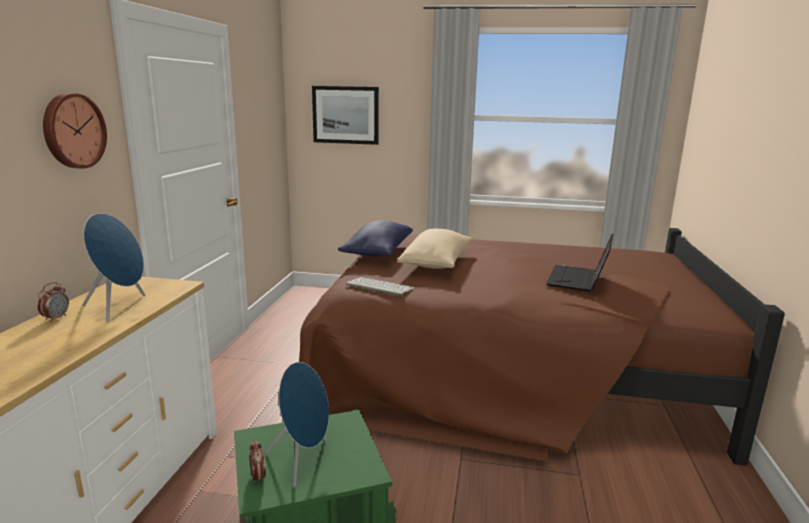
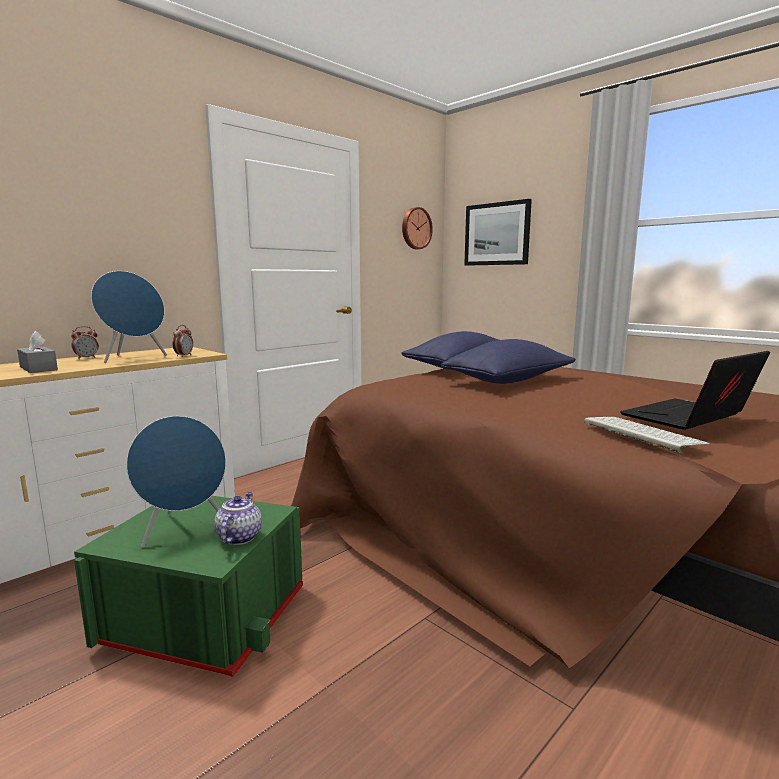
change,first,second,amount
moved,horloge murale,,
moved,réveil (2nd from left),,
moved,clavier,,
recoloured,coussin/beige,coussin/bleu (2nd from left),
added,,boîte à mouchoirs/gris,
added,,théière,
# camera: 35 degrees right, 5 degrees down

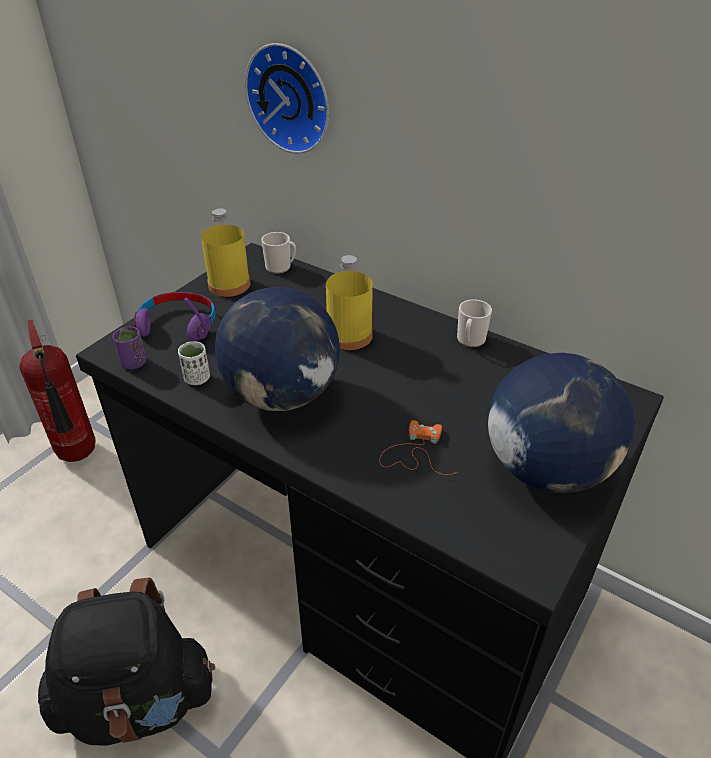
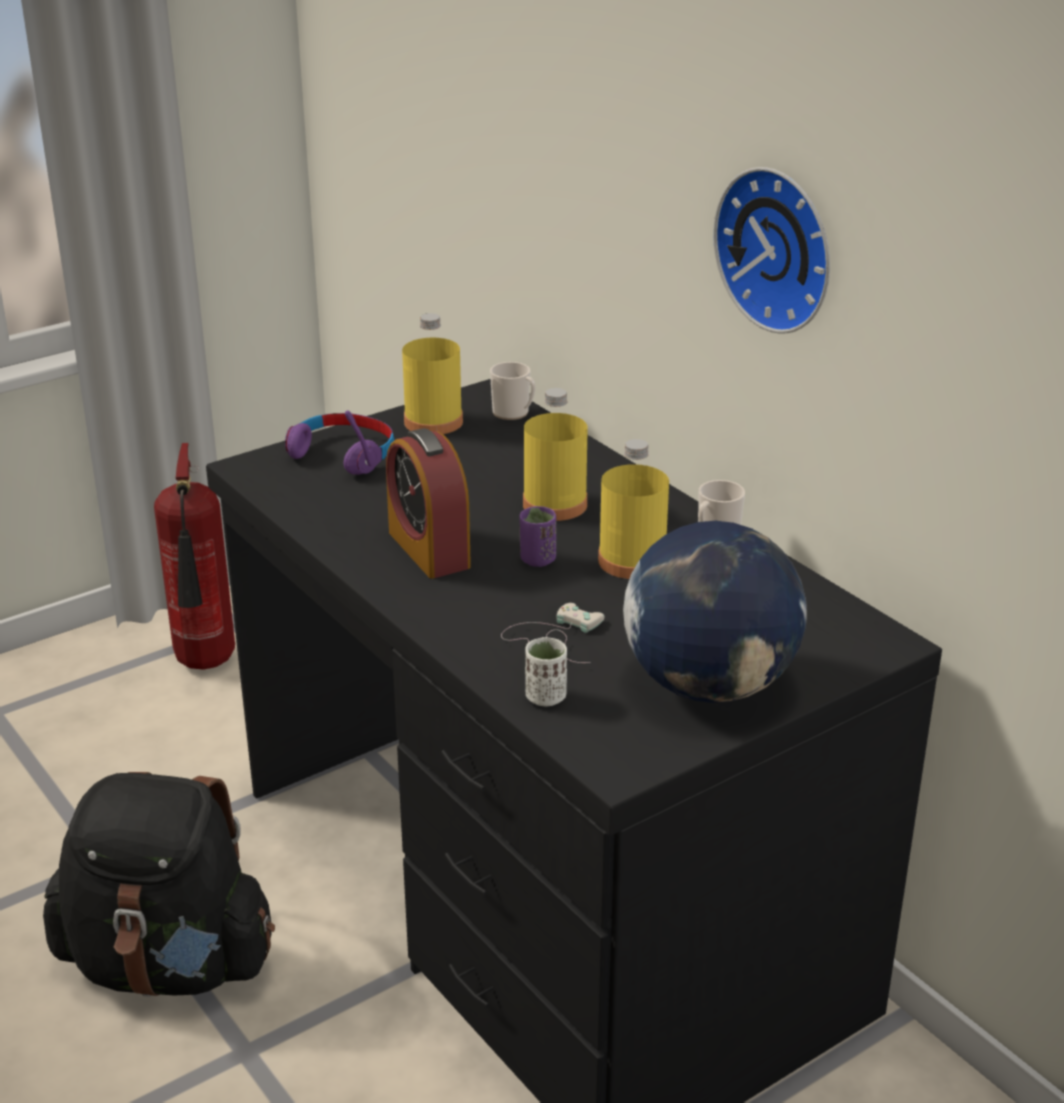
change,first,second,amount
moved,tasse/violet,,
moved,tasse/blanc,,
replaced,globe (1st from left),réveil,
moved,horloge murale,,
recoloured,manette/orange,manette/blanc,
added,,bouteille/jaune (3rd from left),
# camera: 20 degrees right, 10 degrees down

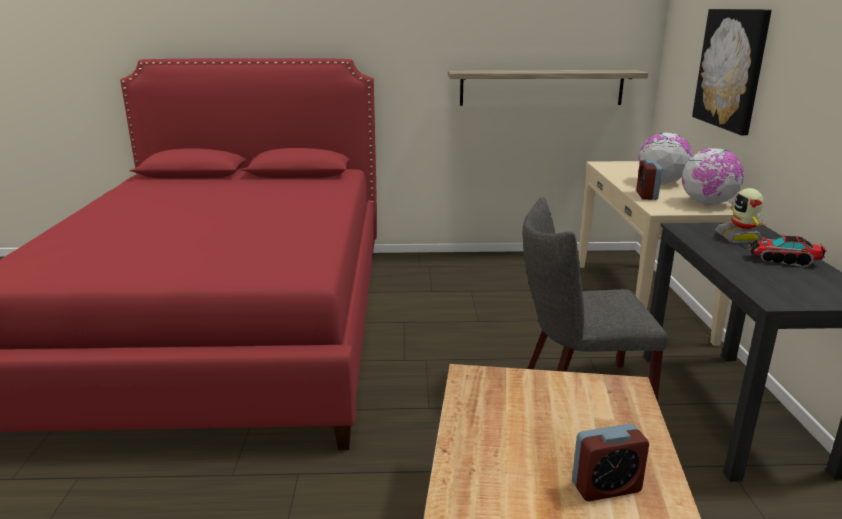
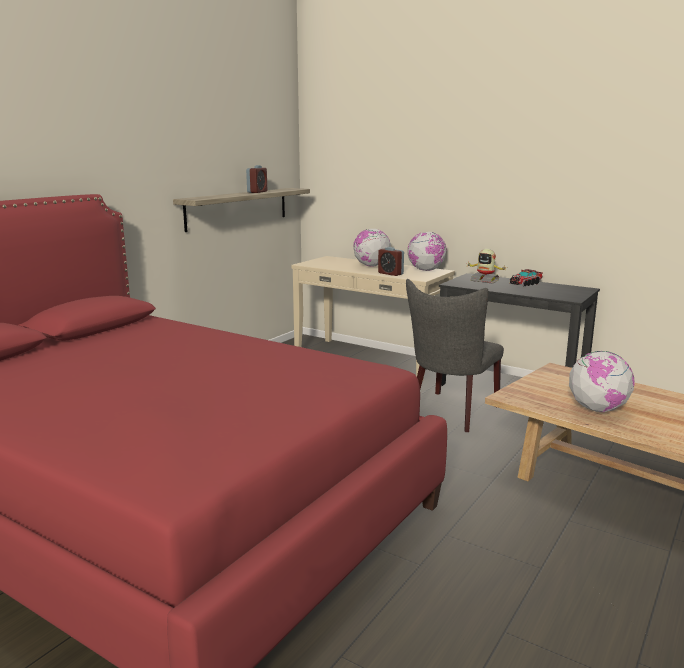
change,first,second,amount
moved,réveil (1st from left),,
removed,tableau,,
added,,globe (3rd from left),
# camera: 55 degrees left, 5 degrees down

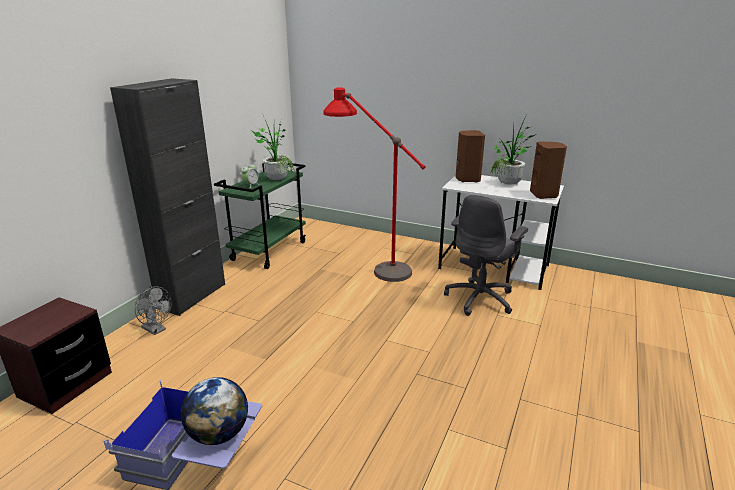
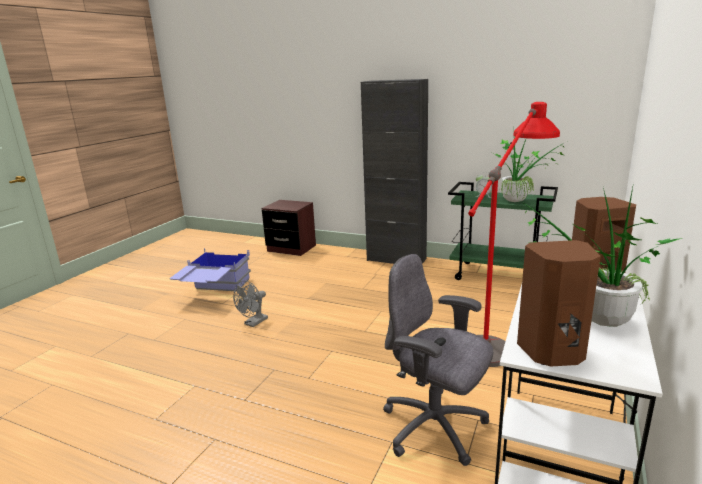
change,first,second,amount
moved,ventilateur/gris,,
removed,globe,,
# camera: 90 degrees right, 5 degrees down

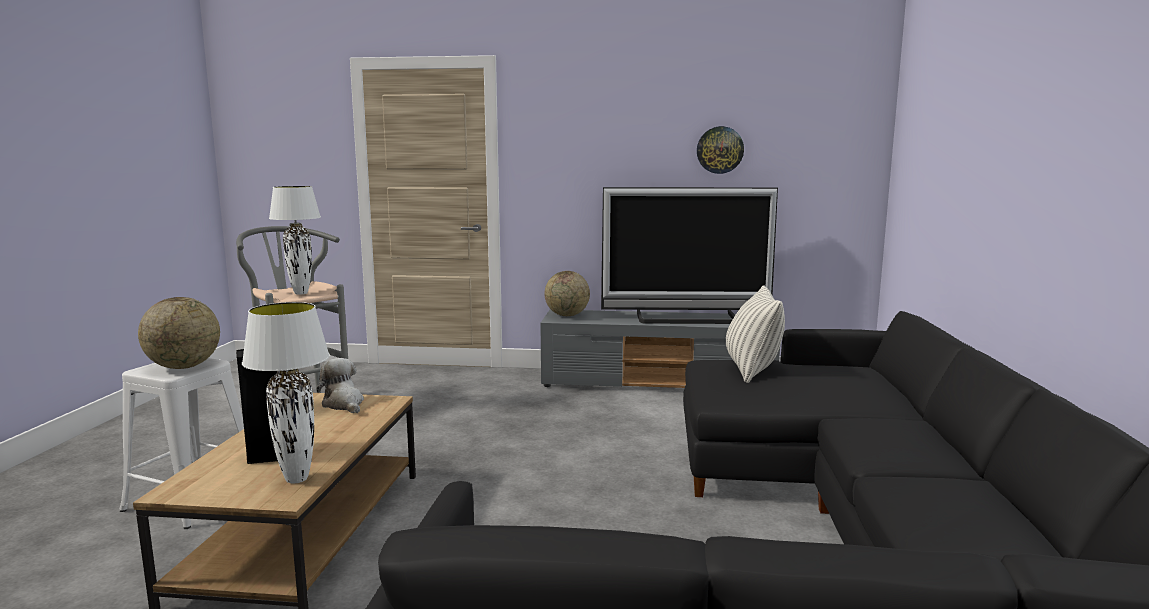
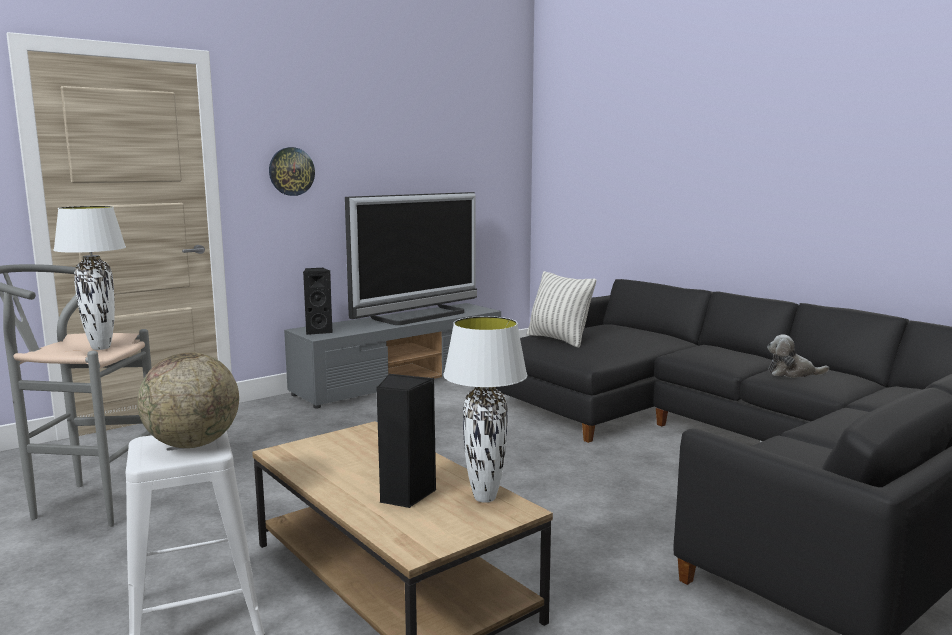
change,first,second,amount
moved,peluche,,
replaced,globe (2nd from left),enceinte/noir (1st from left),
moved,horloge murale,,
# camera: 45 degrees left, 0 degrees up

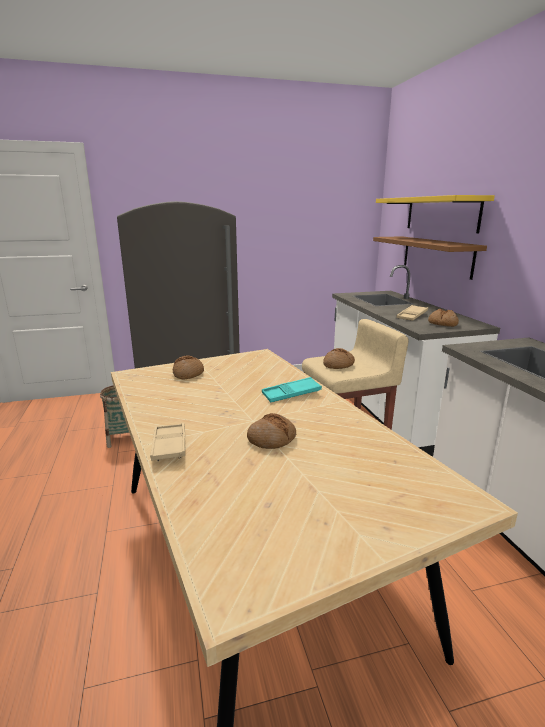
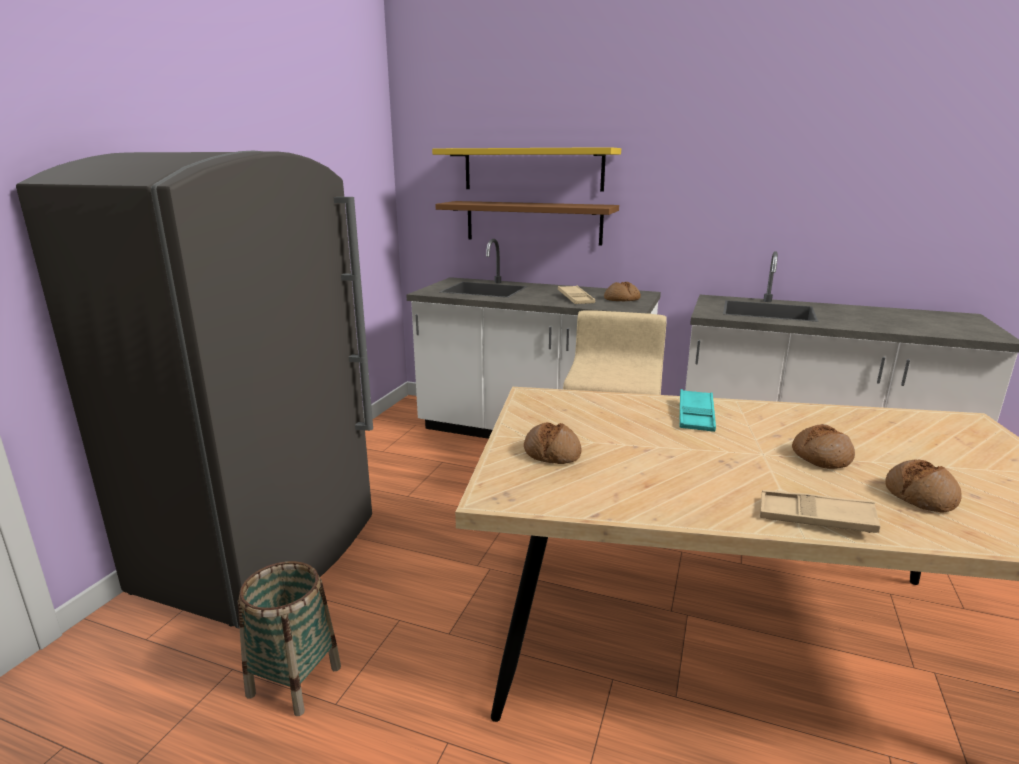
change,first,second,amount
moved,pain (3rd from left in the first image),pain (4th from left),
# camera: 55 degrees left, 0 degrees up

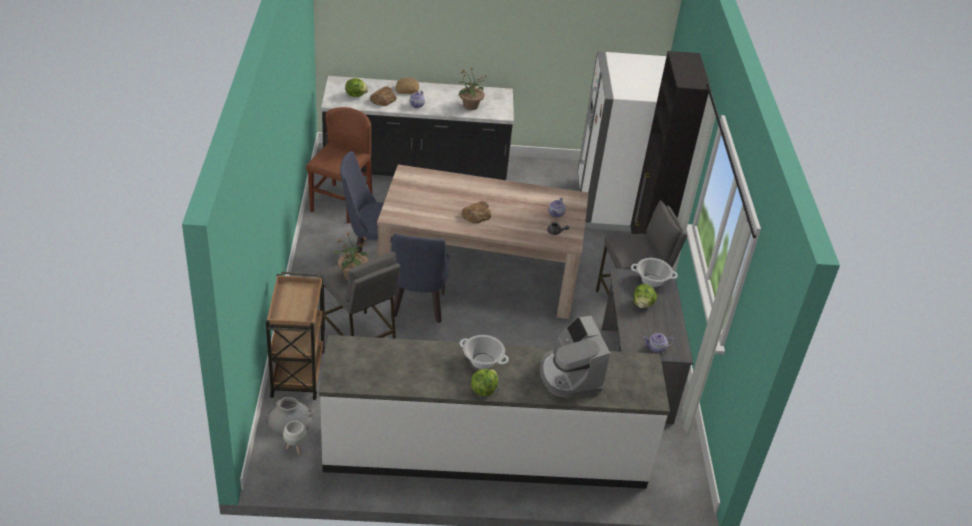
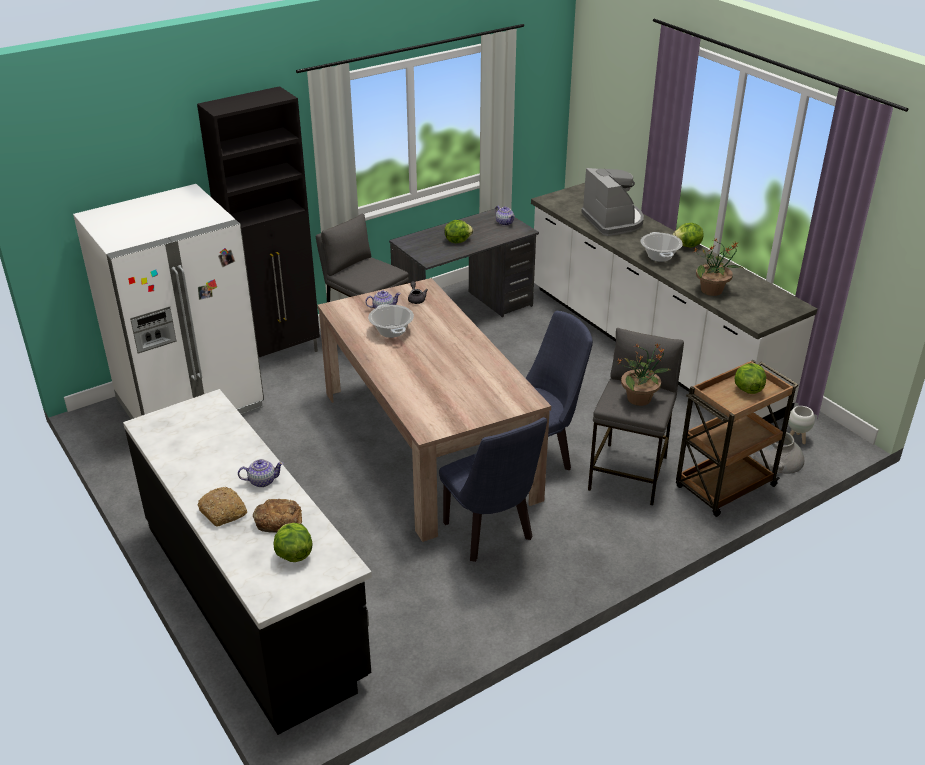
change,first,second,amount
removed,chaise/marron,,
moved,plante en pot (2nd from left),,
removed,pain (3rd from left),,
turned,machine à café,,60 degrees counterclockwise
moved,marmite (2nd from left in the first image),marmite (1st from left),
added,,laitue (4th from left),
# camera: 120 degrees left, 5 degrees down

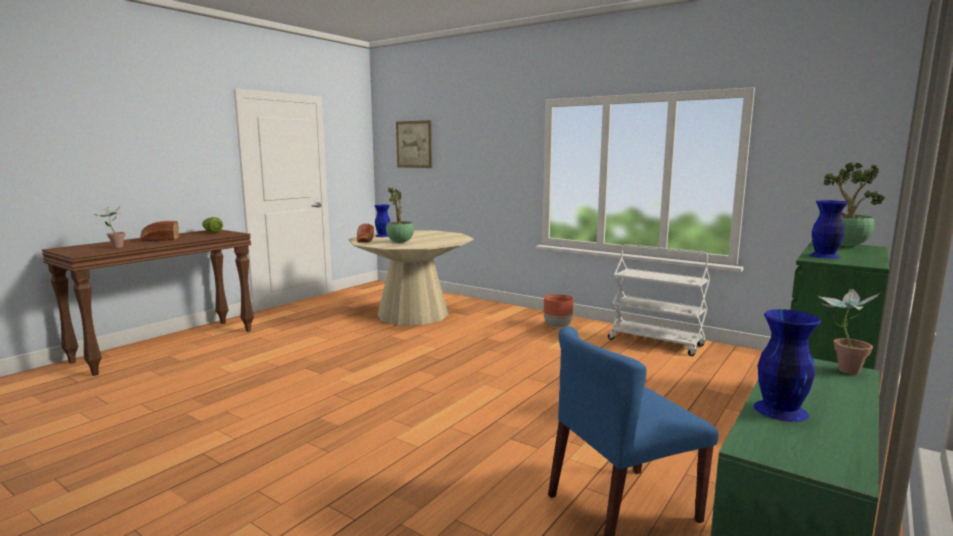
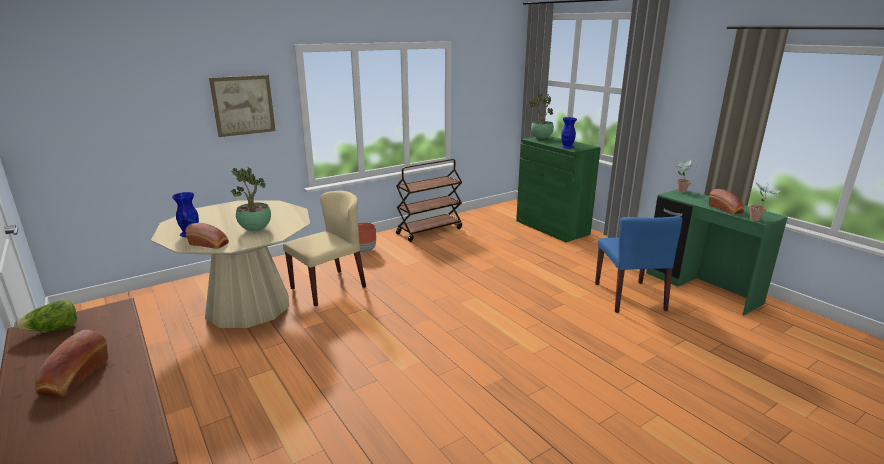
change,first,second,amount
moved,plante en pot (1st from left in the first image),plante en pot (4th from left),
moved,tableau,,
recoloured,chariot/blanc,chariot/marron,
replaced,vase/bleu (2nd from left),pain (3rd from left),
added,,chaise/beige,
# camera: 70 degrees left, 10 degrees up

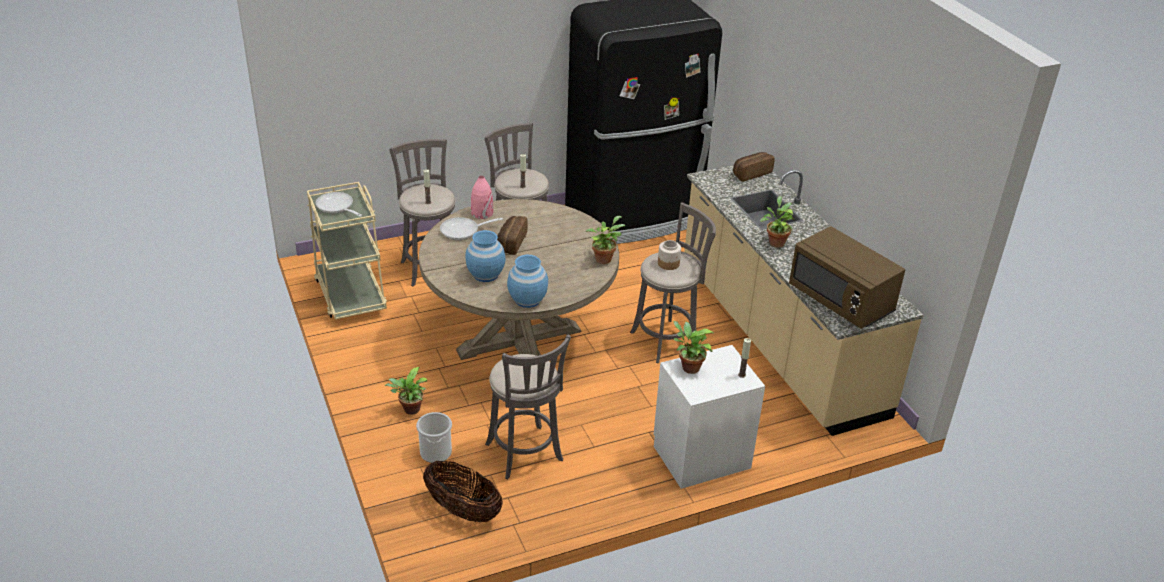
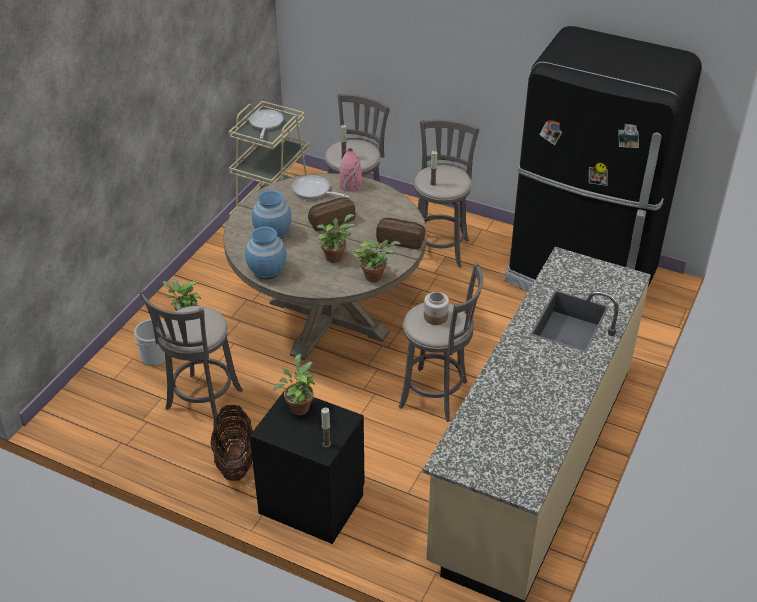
change,first,second,amount
moved,panier,,
recoloured,table de chevet/blanc,table de chevet/noir,
moved,pain (2nd from left),,
moved,plante en pot (4th from left in the first image),plante en pot (3rd from left),
removed,micro-ondes/marron,,
# camera: 50 degrees right, 5 degrees up

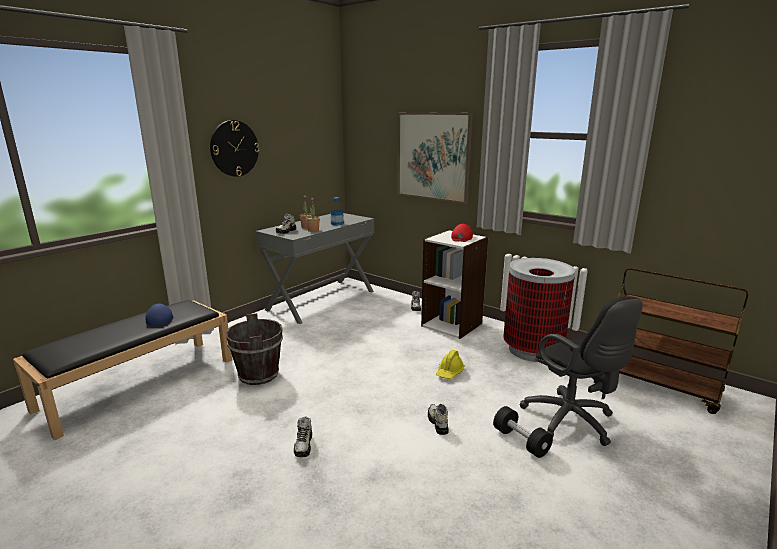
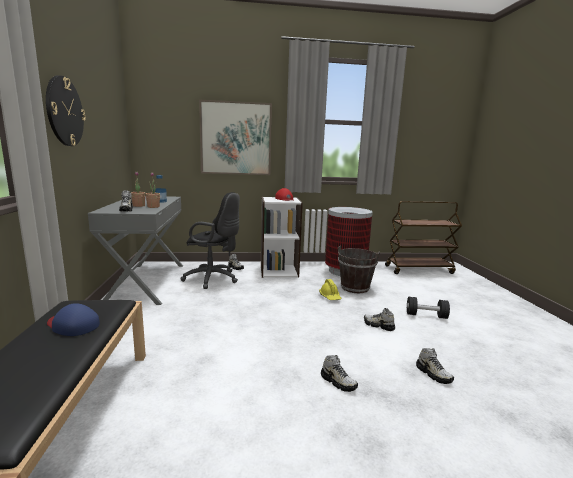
change,first,second,amount
moved,seau/marron,,
moved,chaise de bureau/noir,,
added,,chaussure (5th from left),
# camera: 45 degrees left, 5 degrees down

